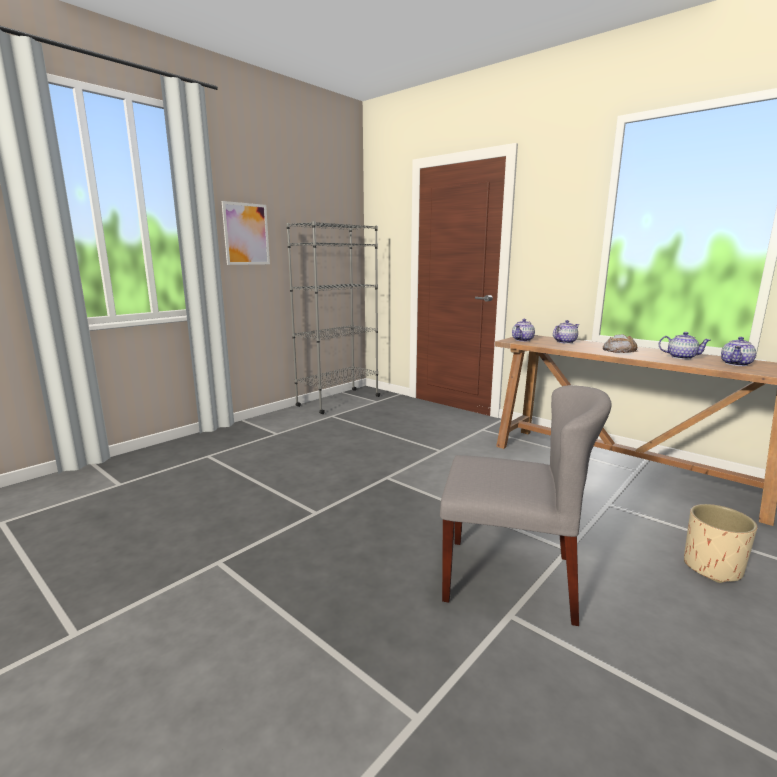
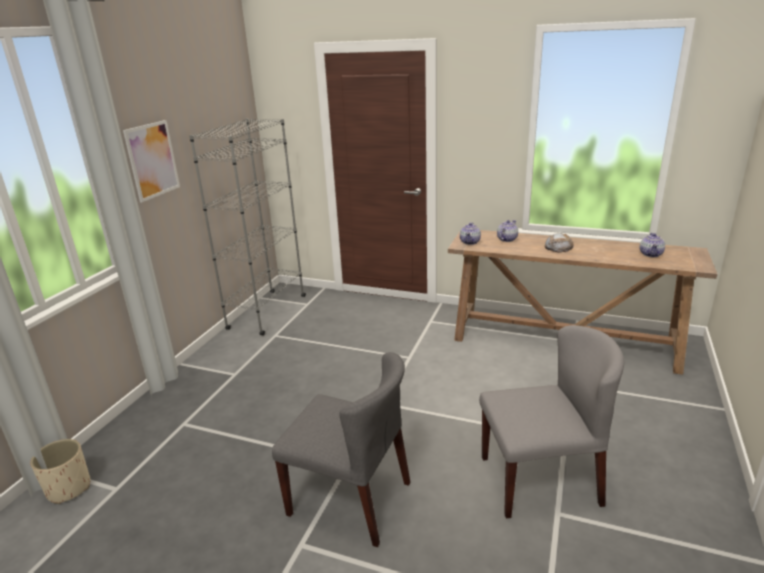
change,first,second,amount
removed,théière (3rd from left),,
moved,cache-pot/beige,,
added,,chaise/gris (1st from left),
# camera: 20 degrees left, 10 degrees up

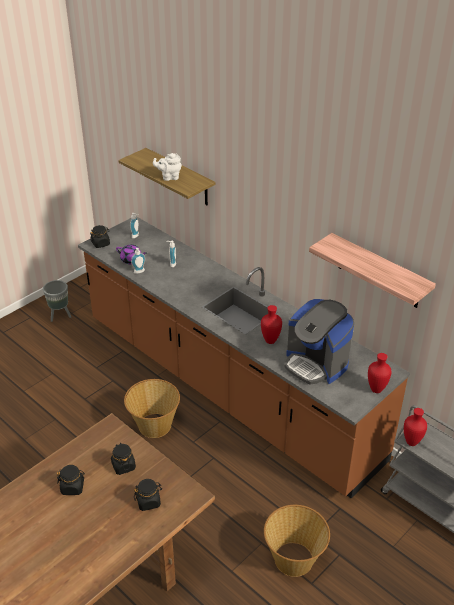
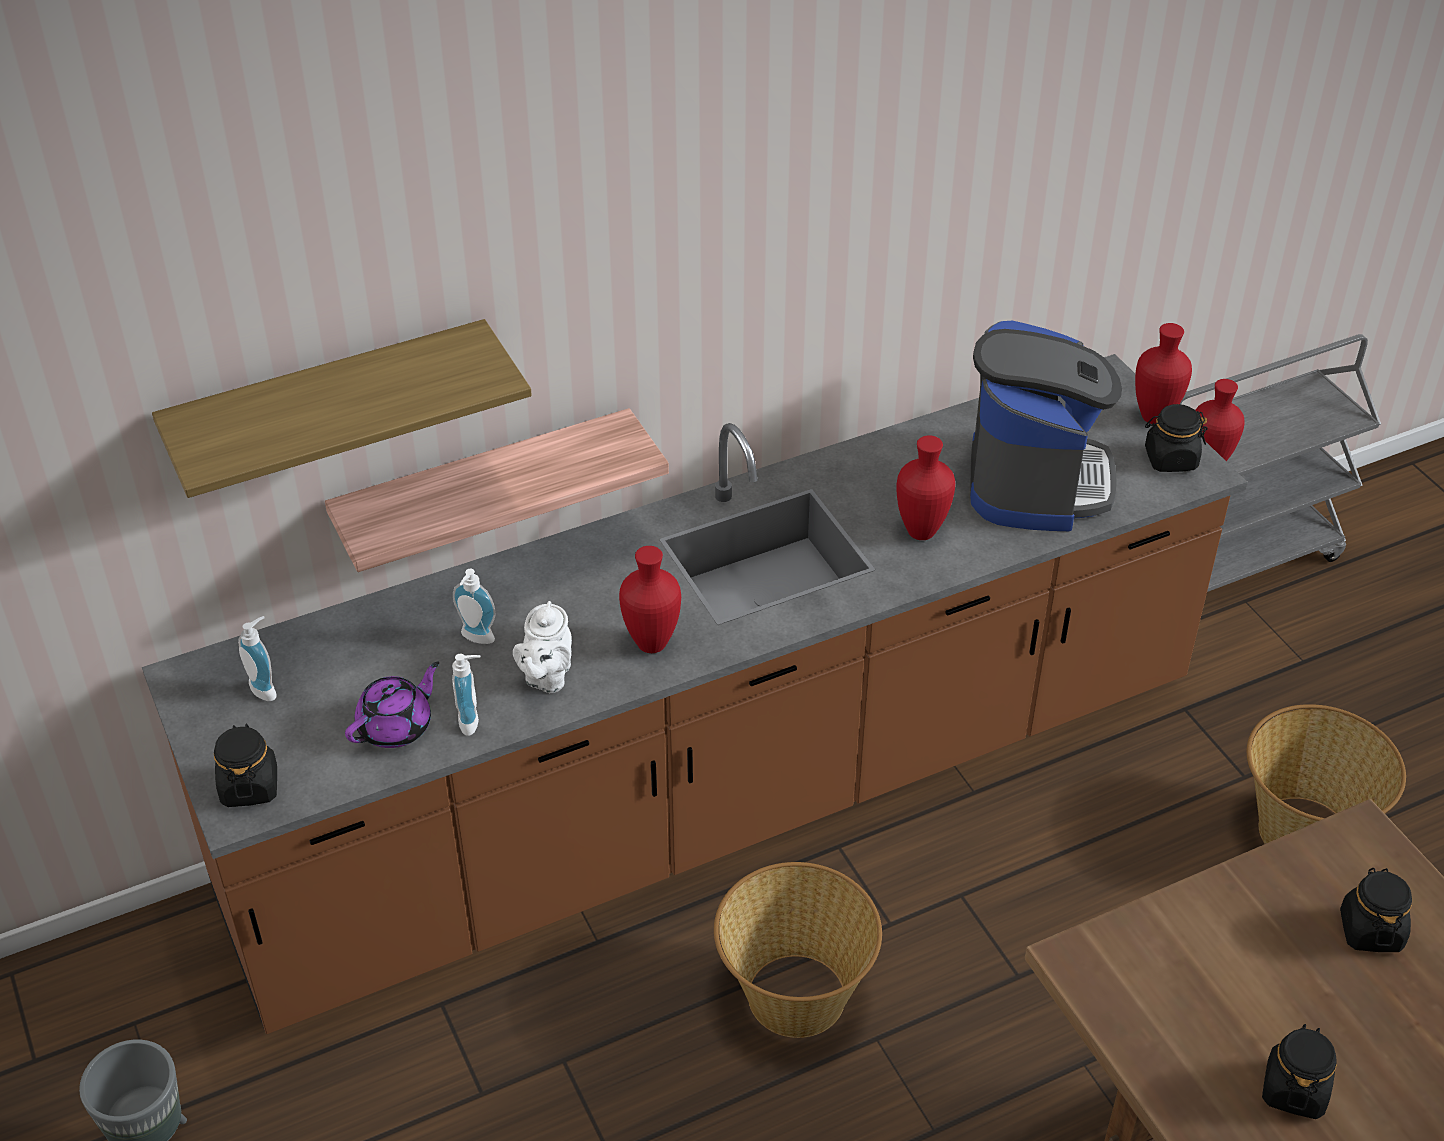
change,first,second,amount
moved,bocal/noir (3rd from left in the first image),bocal/noir (2nd from left),
moved,théière/blanc,,
turned,machine à café,,60 degrees counterclockwise
moved,étagère (2nd from left),,
added,,vase/rouge (1st from left),
# camera: 70 degrees left, 5 degrees up

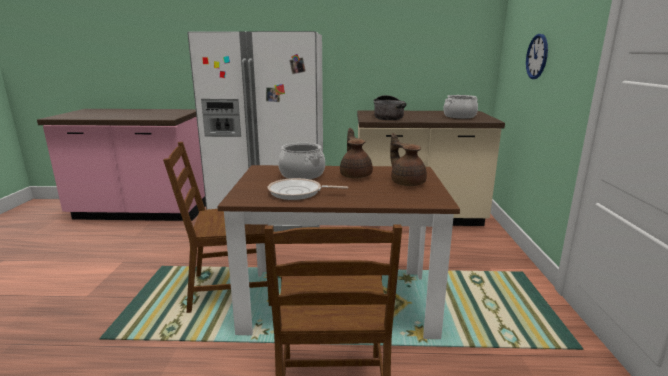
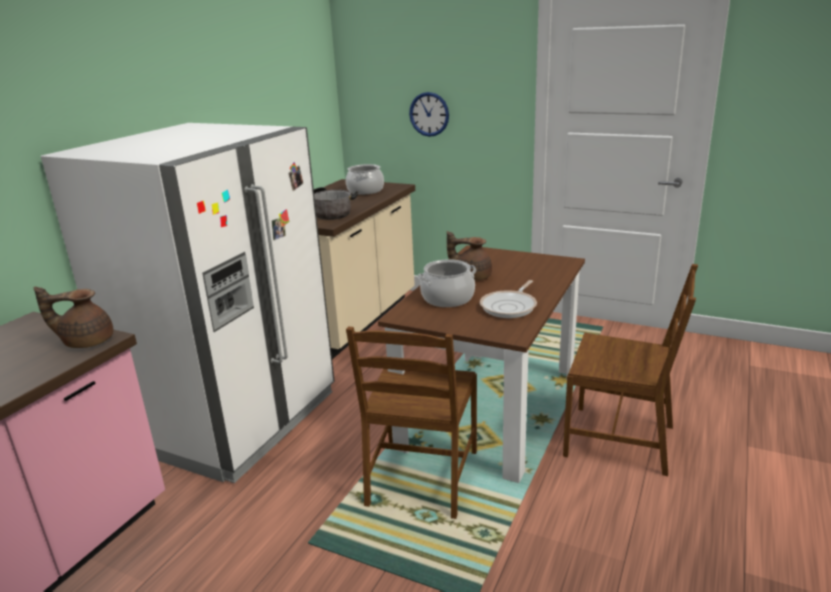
change,first,second,amount
moved,théière/marron (2nd from left in the first image),théière/marron (1st from left),
# camera: 65 degrees left, 5 degrees up

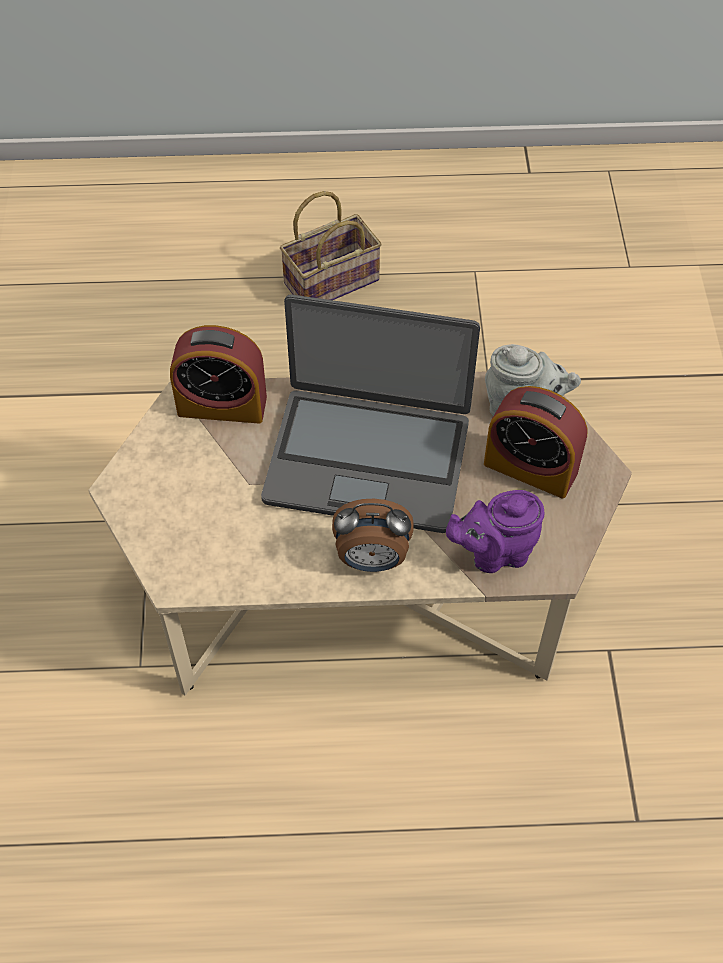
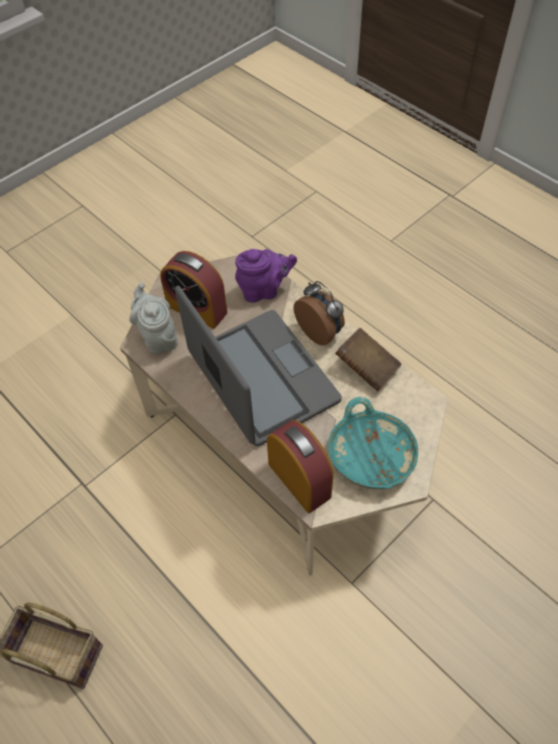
change,first,second,amount
turned,théière/violet,,45 degrees counterclockwise
turned,réveil (3rd from left in the first image),réveil (1st from left),135 degrees clockwise
added,,bol/turquoise,
added,,livre/marron,
# camera: 130 degrees left, 0 degrees up

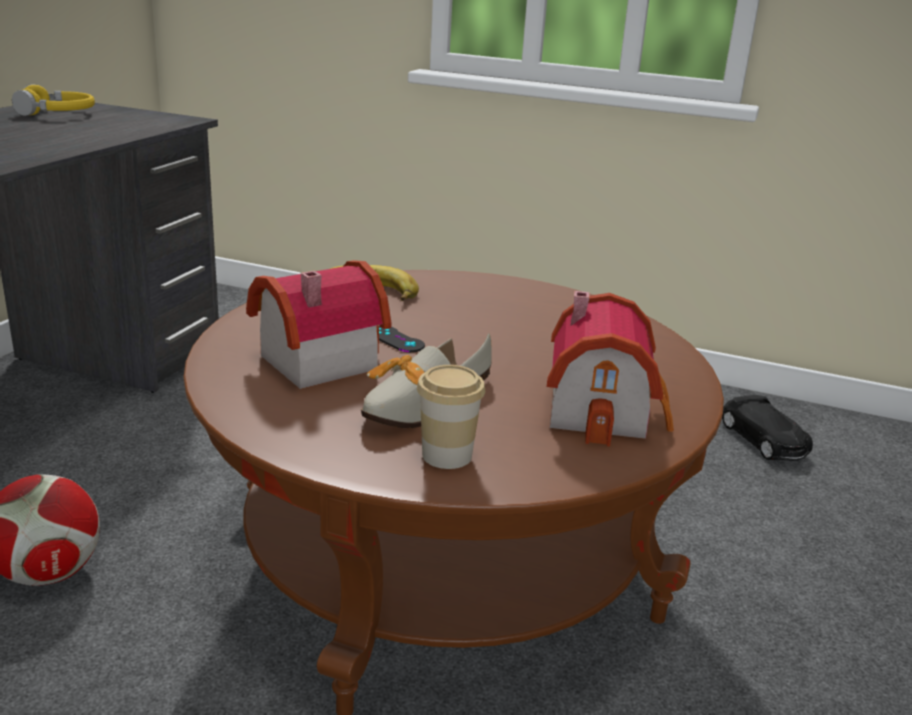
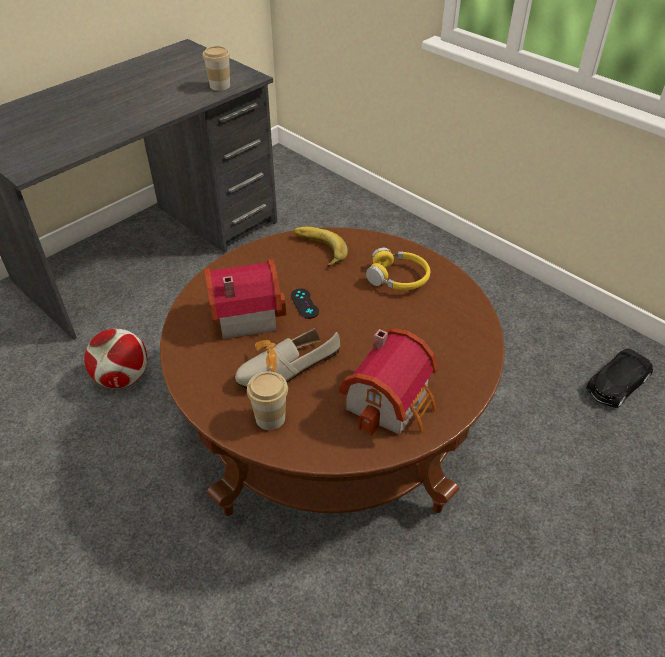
change,first,second,amount
moved,casque audio/jaune,,
turned,petite voiture/noir,,45 degrees clockwise
added,,tasse (1st from left),
# camera: 25 degrees right, 20 degrees up

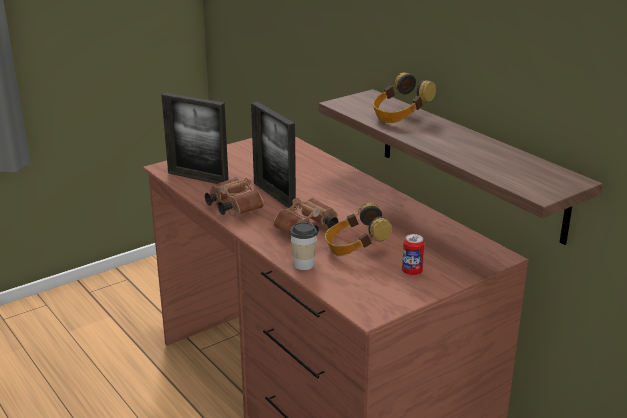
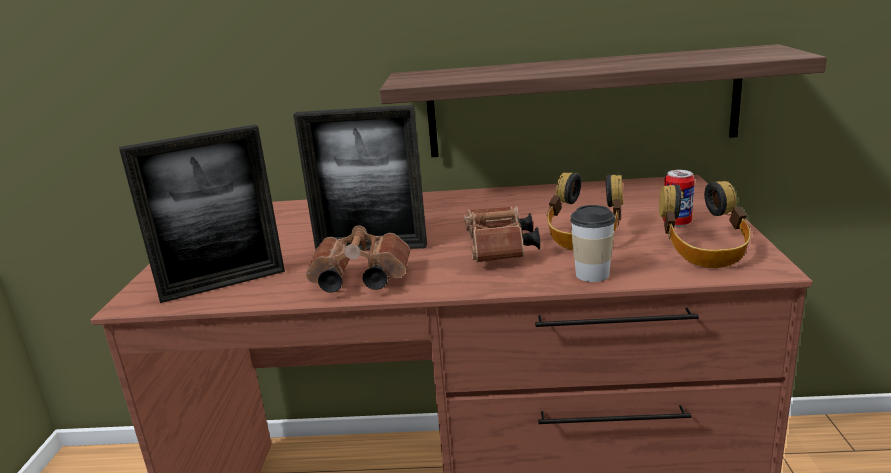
change,first,second,amount
moved,casque audio (2nd from left),,
# camera: 50 degrees left, 5 degrees down

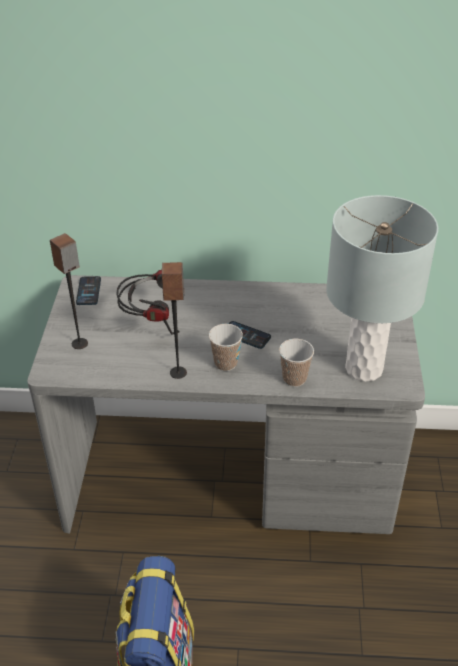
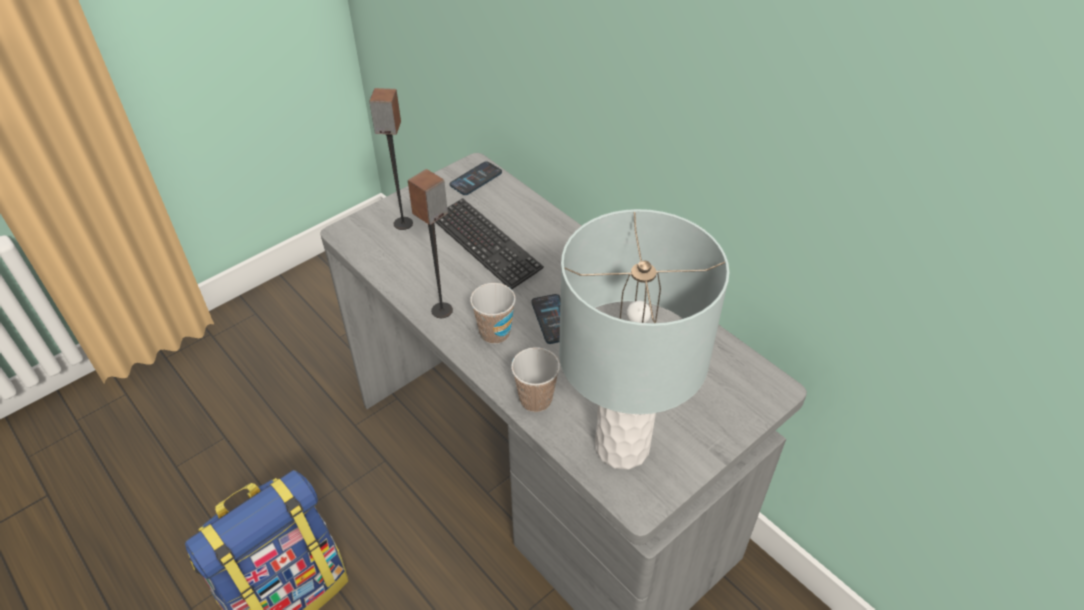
change,first,second,amount
replaced,casque audio,clavier,
# camera: 45 degrees right, 5 degrees up

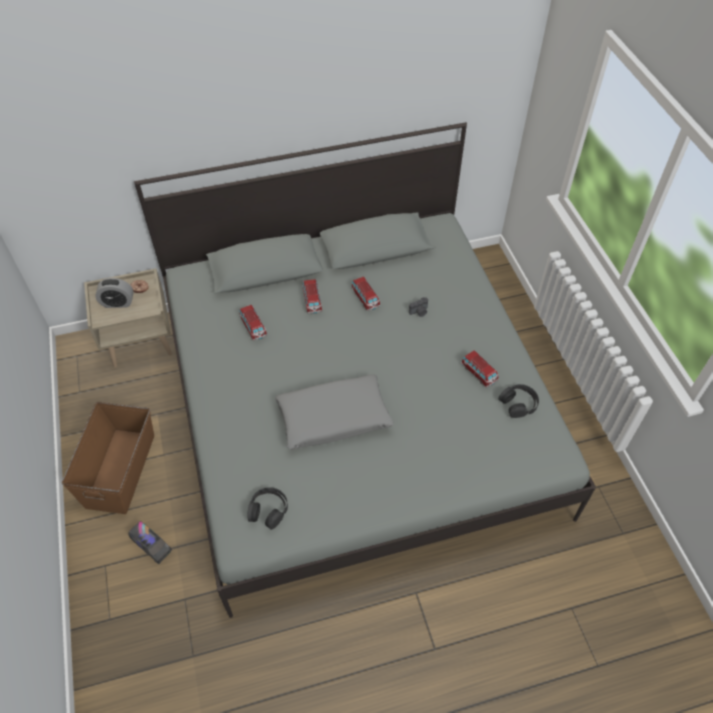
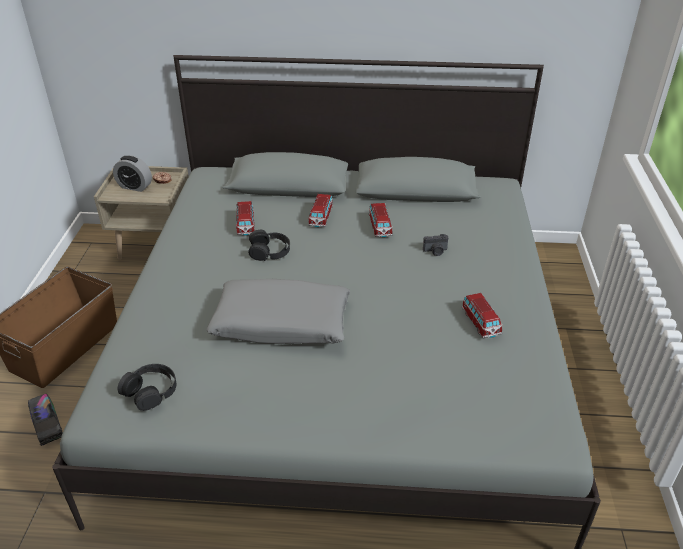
change,first,second,amount
moved,casque audio/noir (2nd from left),,
# camera: 20 degrees right, 15 degrees down

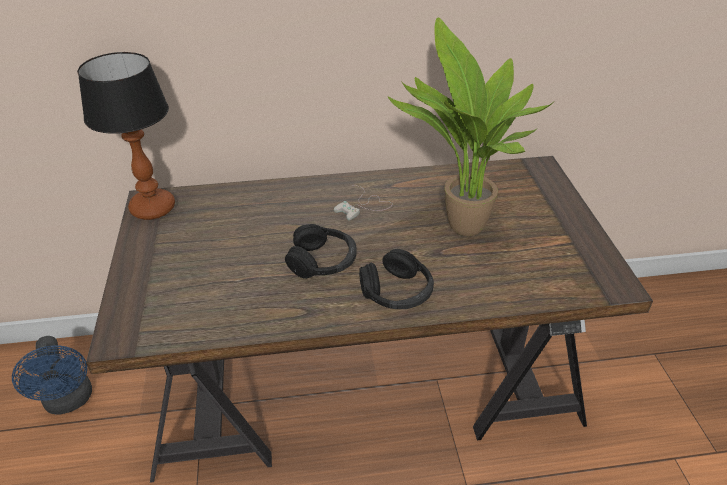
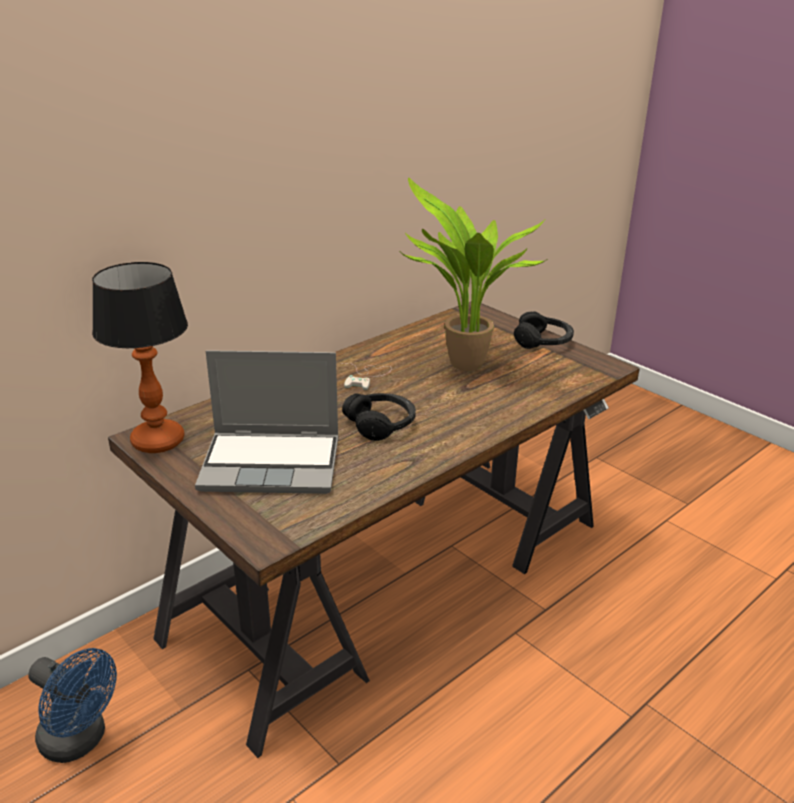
change,first,second,amount
moved,casque audio/noir (2nd from left),,
added,,ordinateur portable,
# camera: 35 degrees left, 10 degrees down

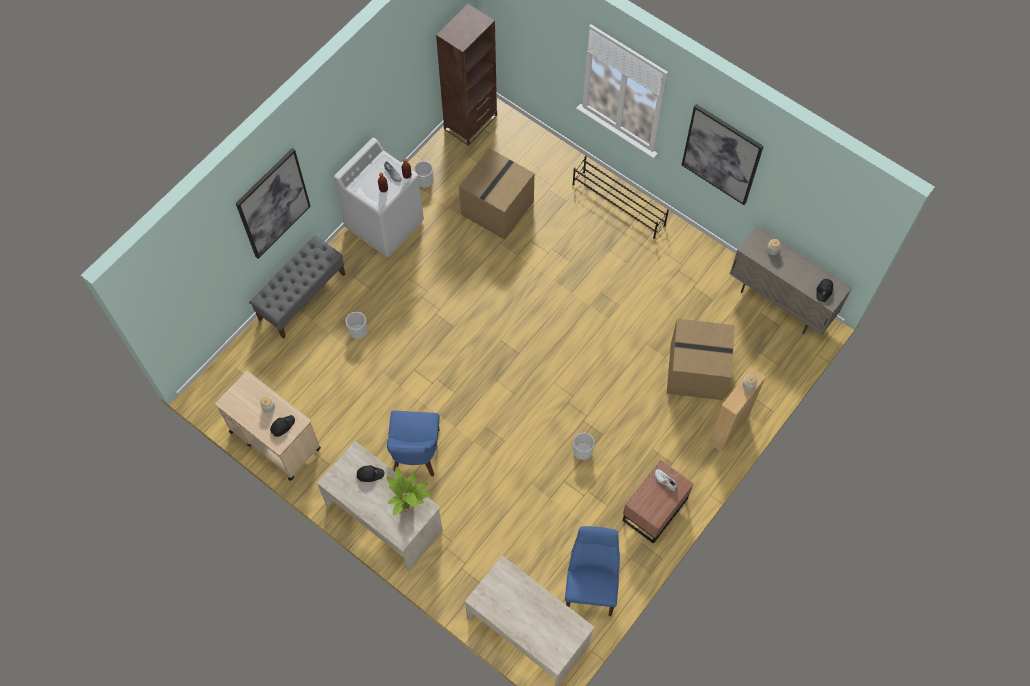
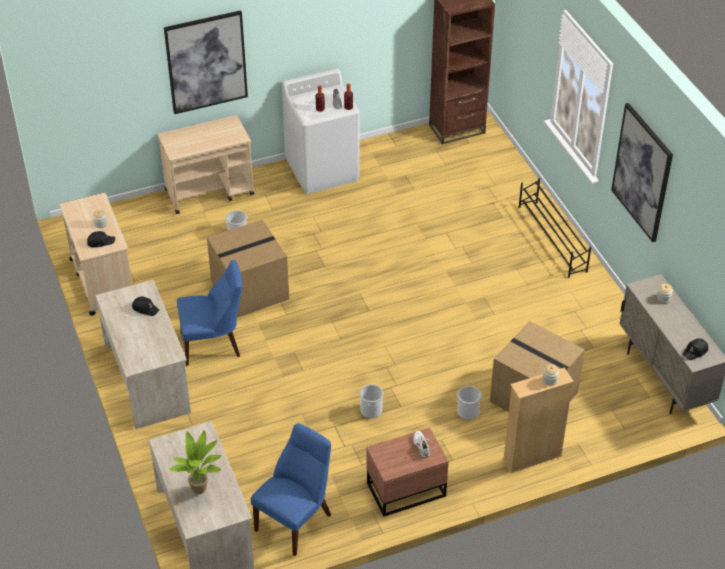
change,first,second,amount
replaced,banc/gris,chariot/beige (2nd from left),
turned,chaise/bleu (1st from left),,135 degrees counterclockwise
moved,plante en pot,,
moved,seau (2nd from left in the first image),seau (3rd from left),
moved,carton (1st from left),,
# camera: 30 degrees right, 20 degrees down

